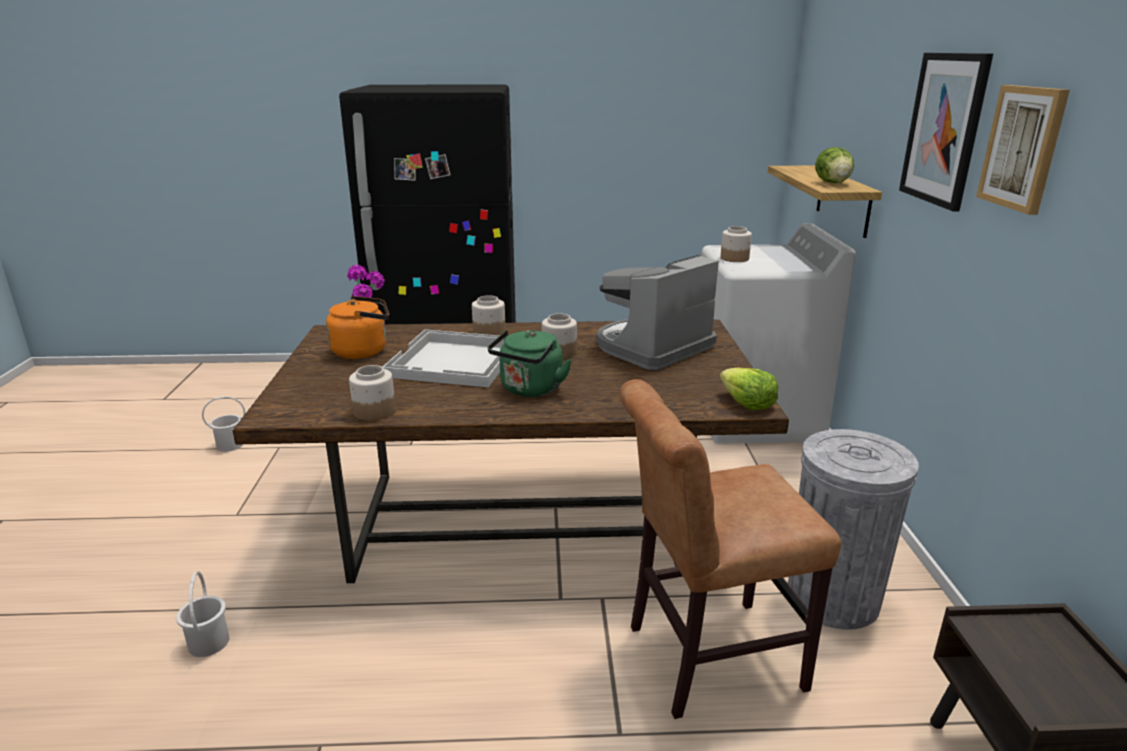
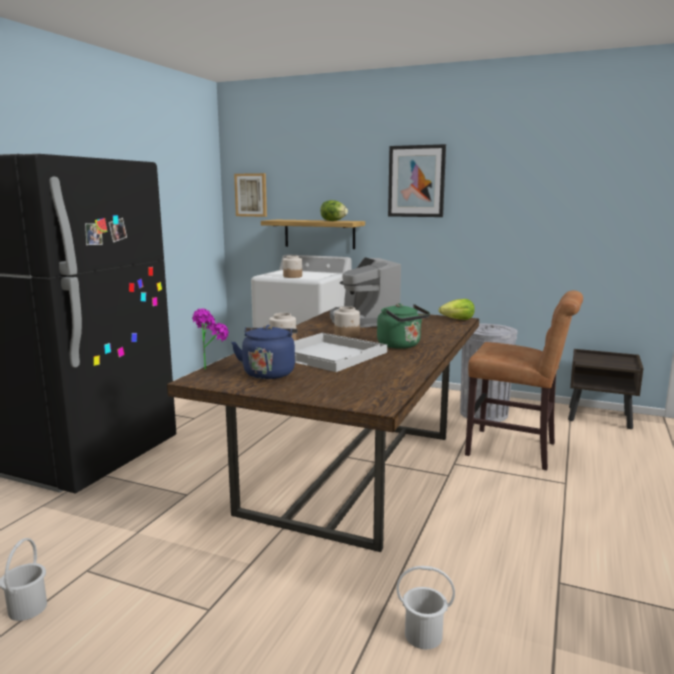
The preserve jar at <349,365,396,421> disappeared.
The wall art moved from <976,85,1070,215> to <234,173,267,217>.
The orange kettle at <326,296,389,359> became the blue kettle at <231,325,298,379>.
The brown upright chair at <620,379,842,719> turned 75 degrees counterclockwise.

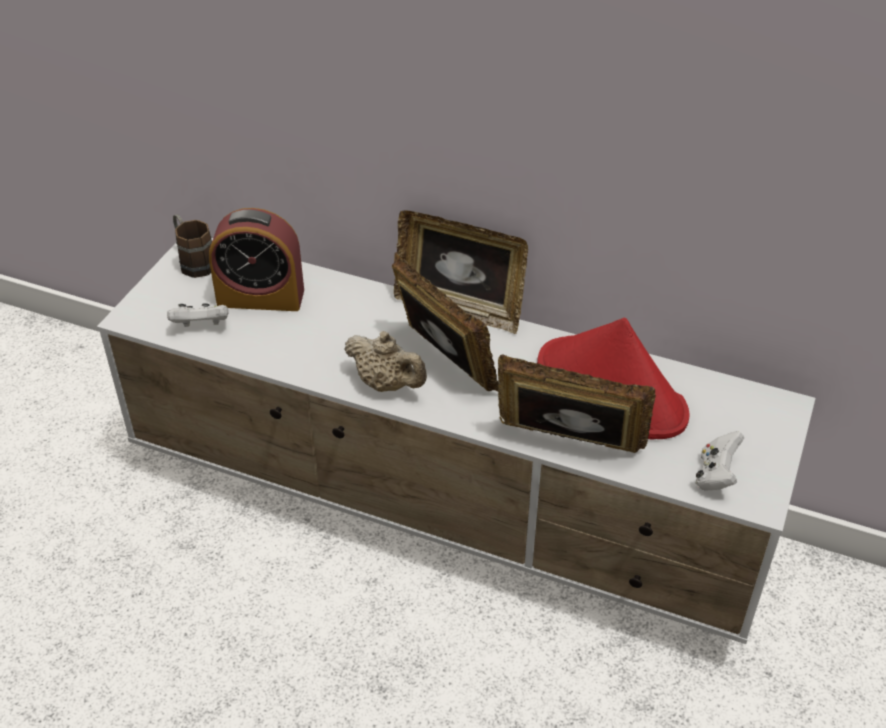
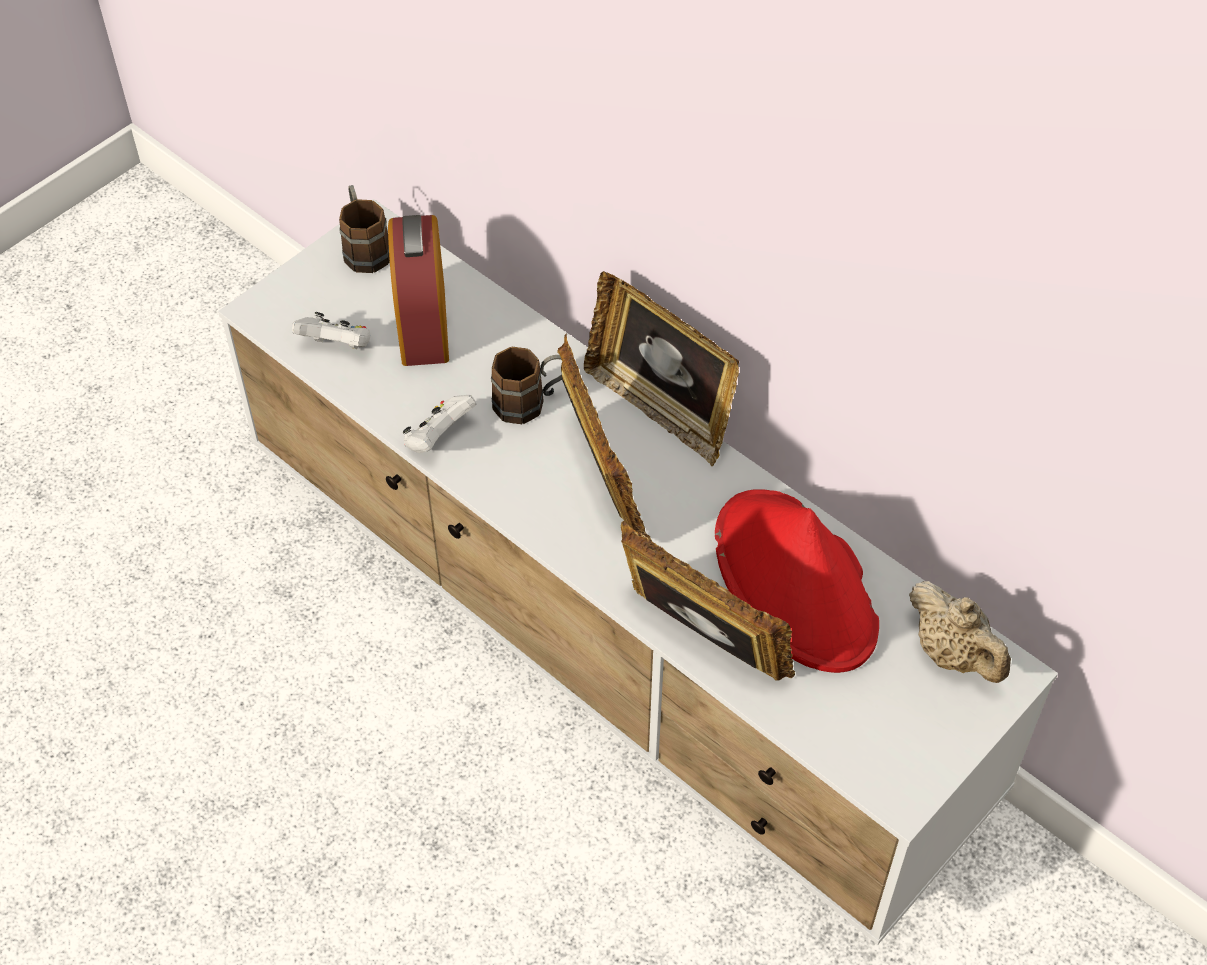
The brown tea mug at <491,347,562,424> appeared.
The sand-coloured tea pot moved from <344,331,427,392> to <909,581,1011,683>.
The white-coloured game controller moved from <695,431,744,491> to <403,395,476,453>.
The alarm clock at <209,208,304,311> turned 60 degrees clockwise.

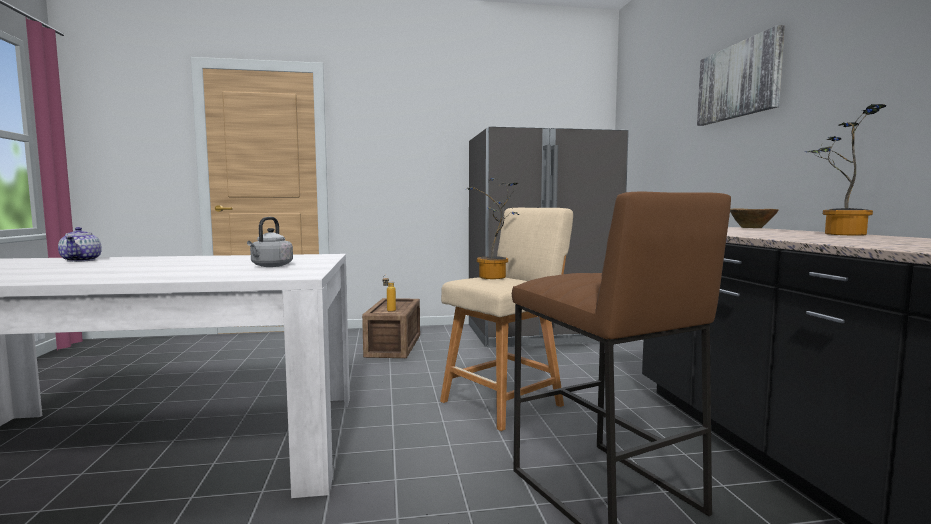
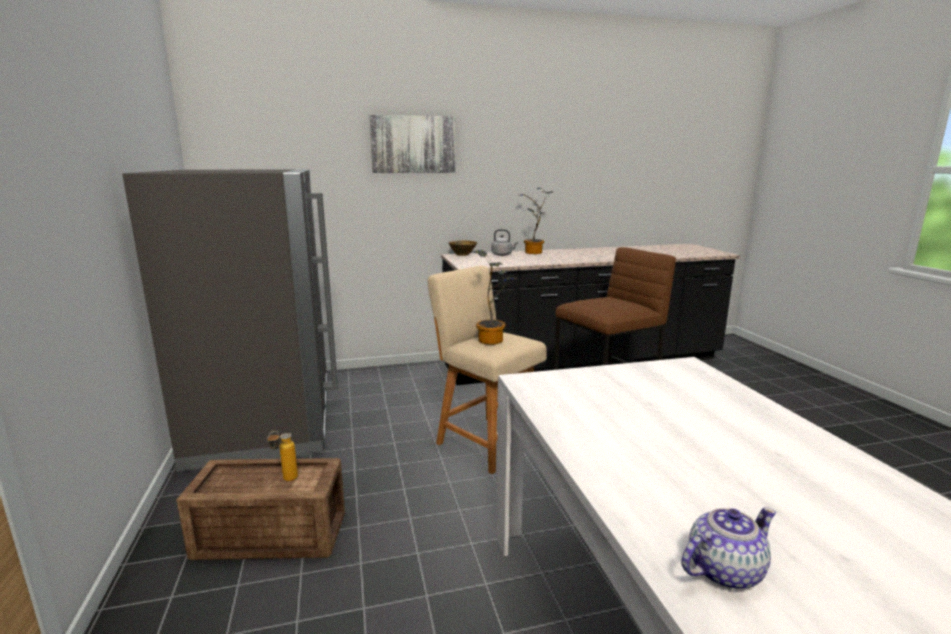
The greyish kettle moved from <247,217,293,267> to <492,229,518,256>.

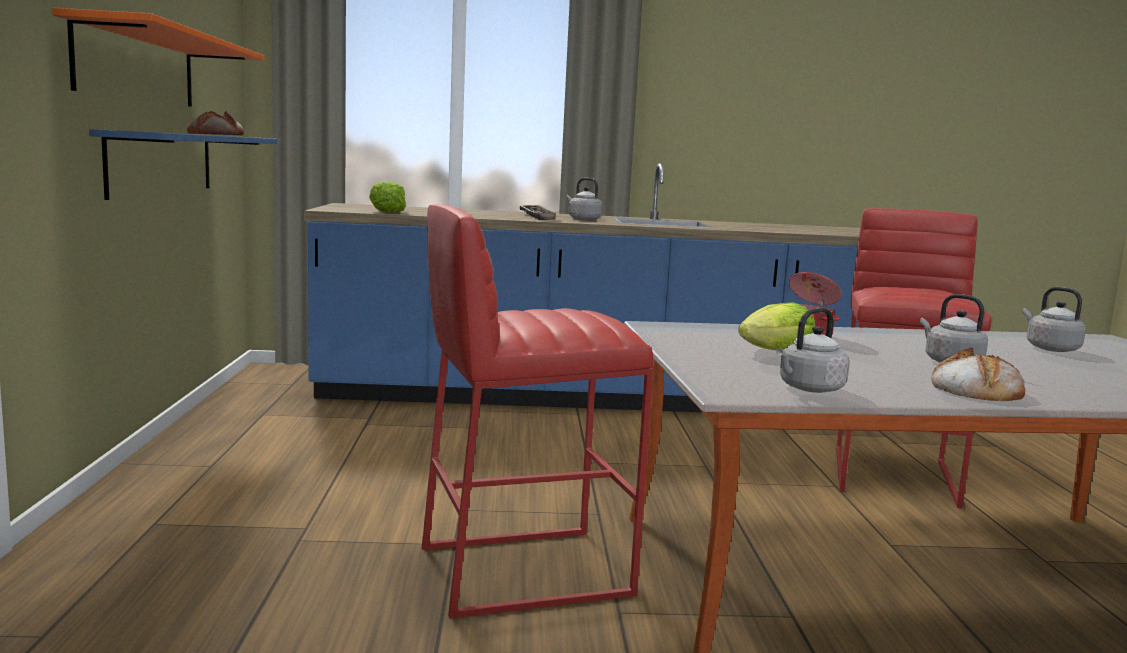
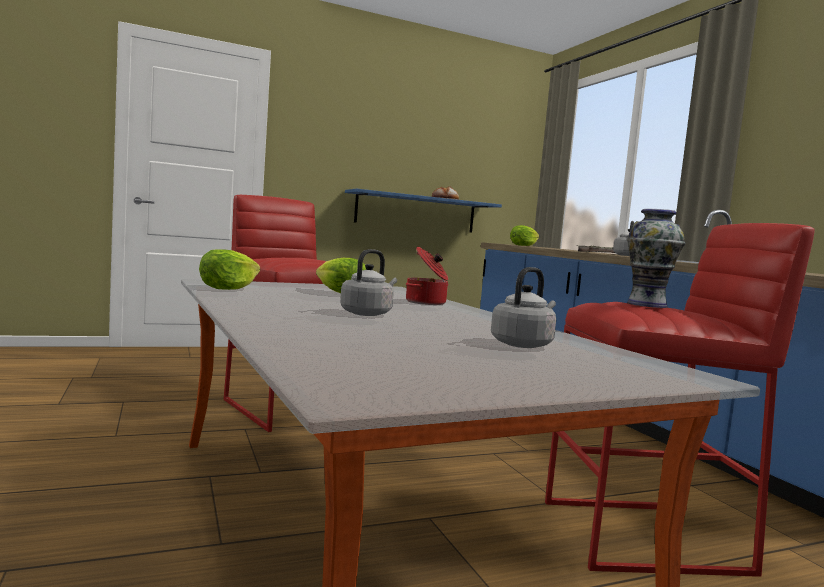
The orange wall shelf at <52,8,265,107> disappeared.
The bakery bread at <932,347,1025,401> disappeared.
The flower vase at <627,209,685,308> appeared.
The greyish kettle at <776,307,850,393> was replaced by the head of lettuce at <199,249,260,290>.

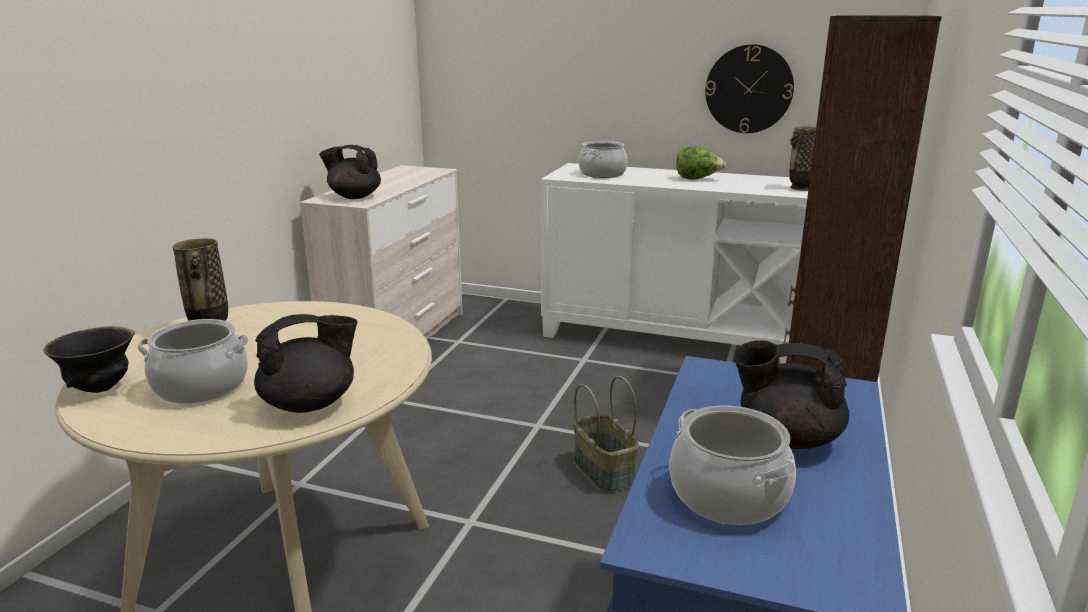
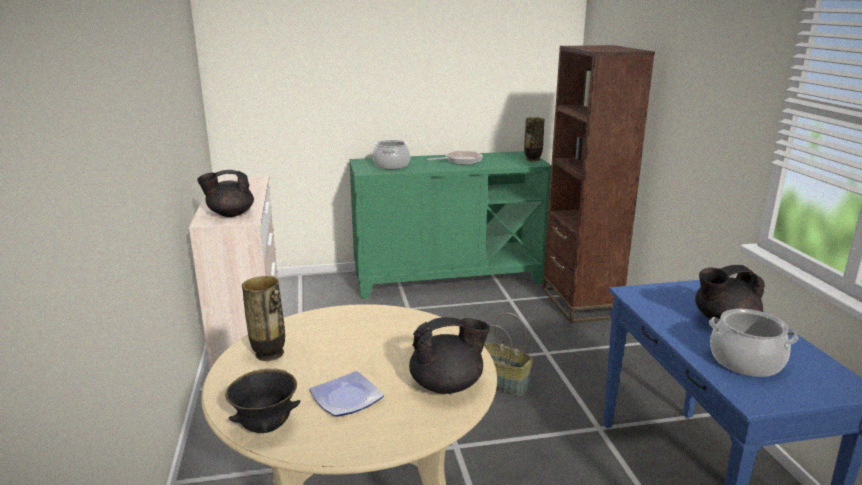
The hanging clock at <705,44,794,133> disappeared.
The cooking pot at <137,319,249,404> was replaced by the dinner plate at <310,371,384,417>.
The head of lettuce at <676,146,726,180> was replaced by the skillet at <427,151,483,165>.
The white-coloured cupboard at <541,163,808,364> became the green-coloured cupboard at <349,151,551,299>.
The black-coloured tea pot at <254,314,358,413> turned 45 degrees clockwise.

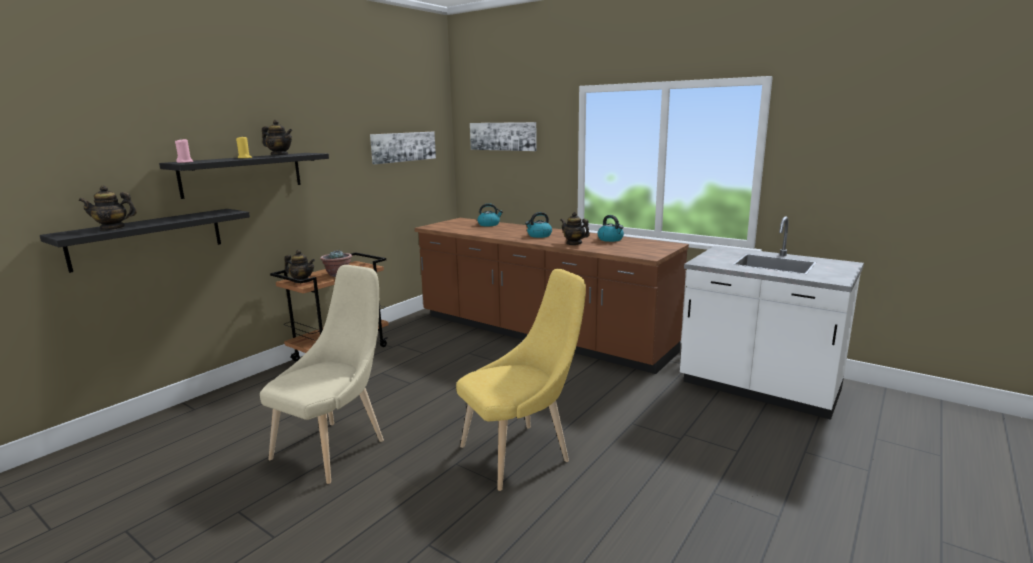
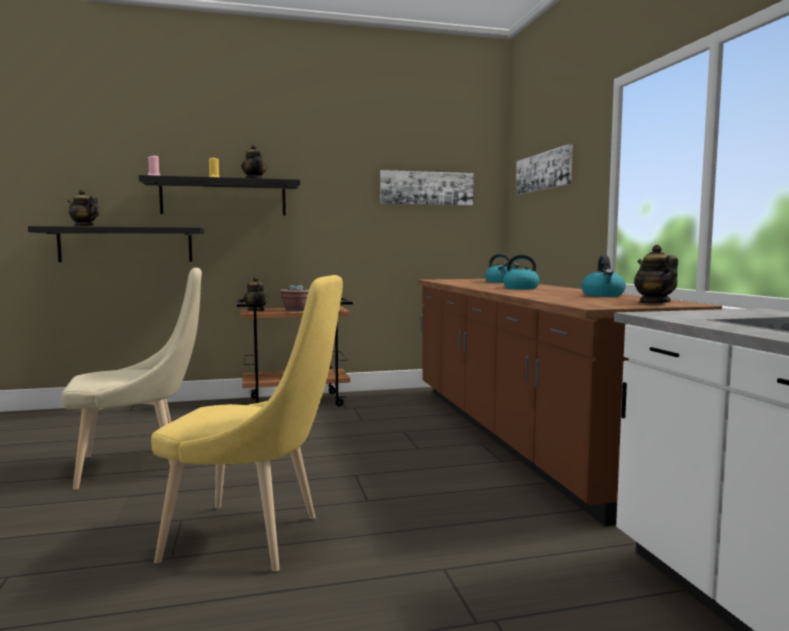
The tea pot moved from <560,212,590,245> to <634,245,678,304>.

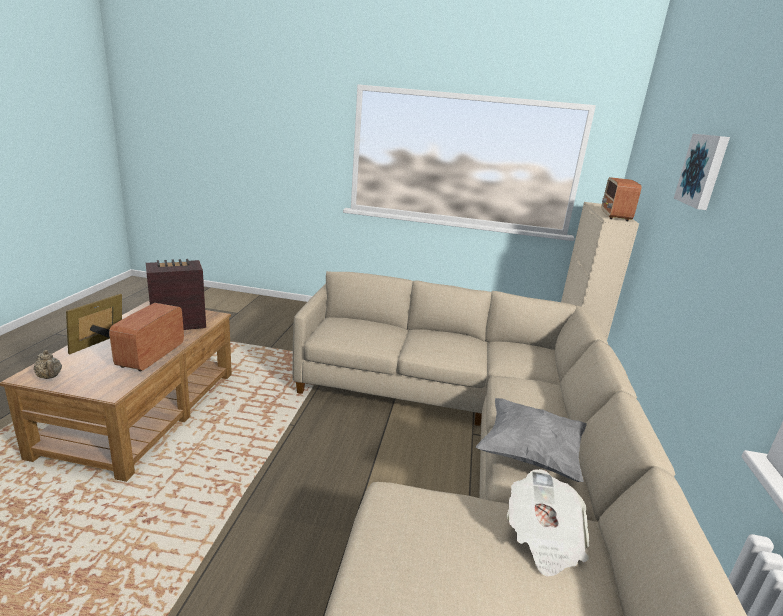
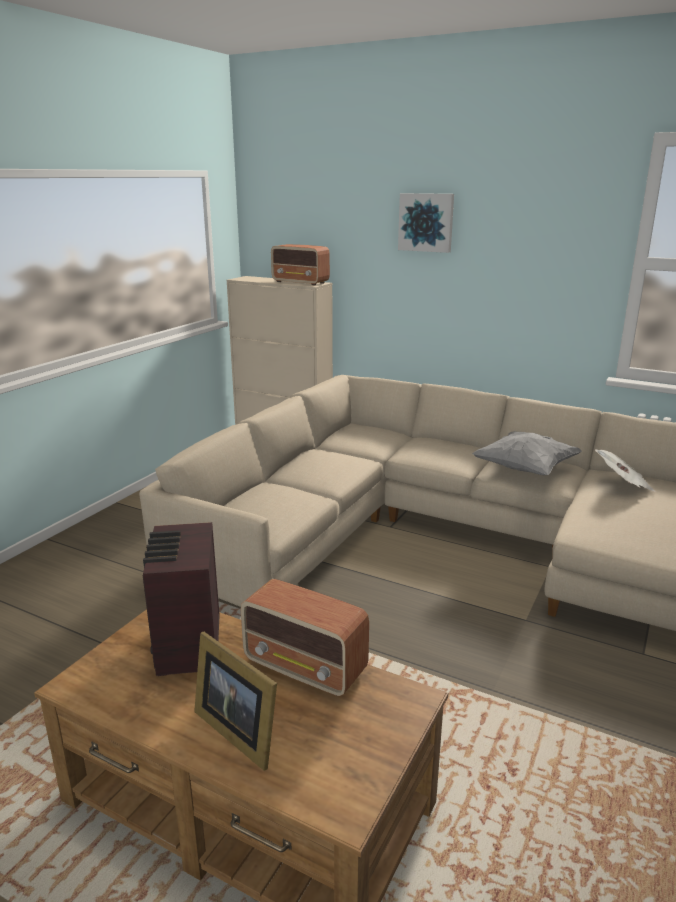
The sand-coloured tea pot at <33,350,62,379> disappeared.

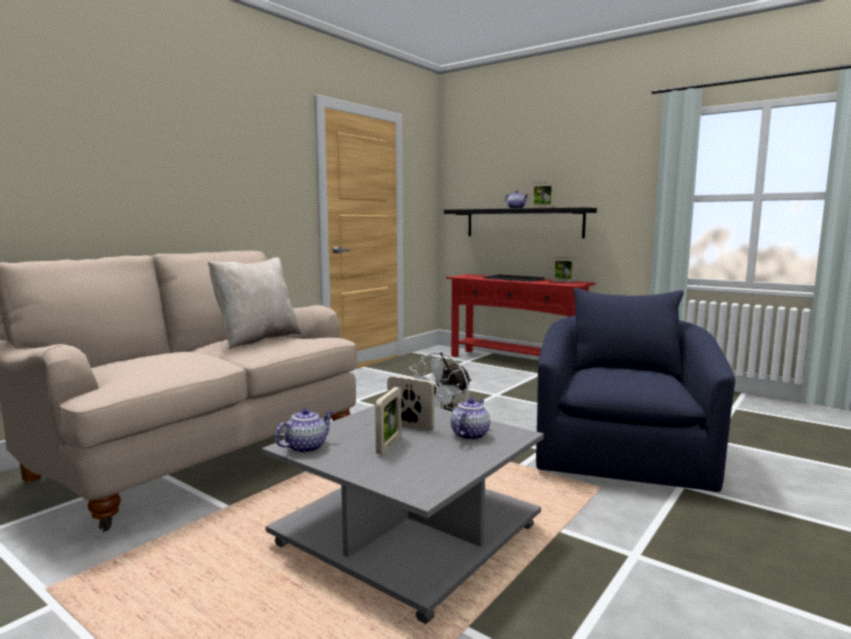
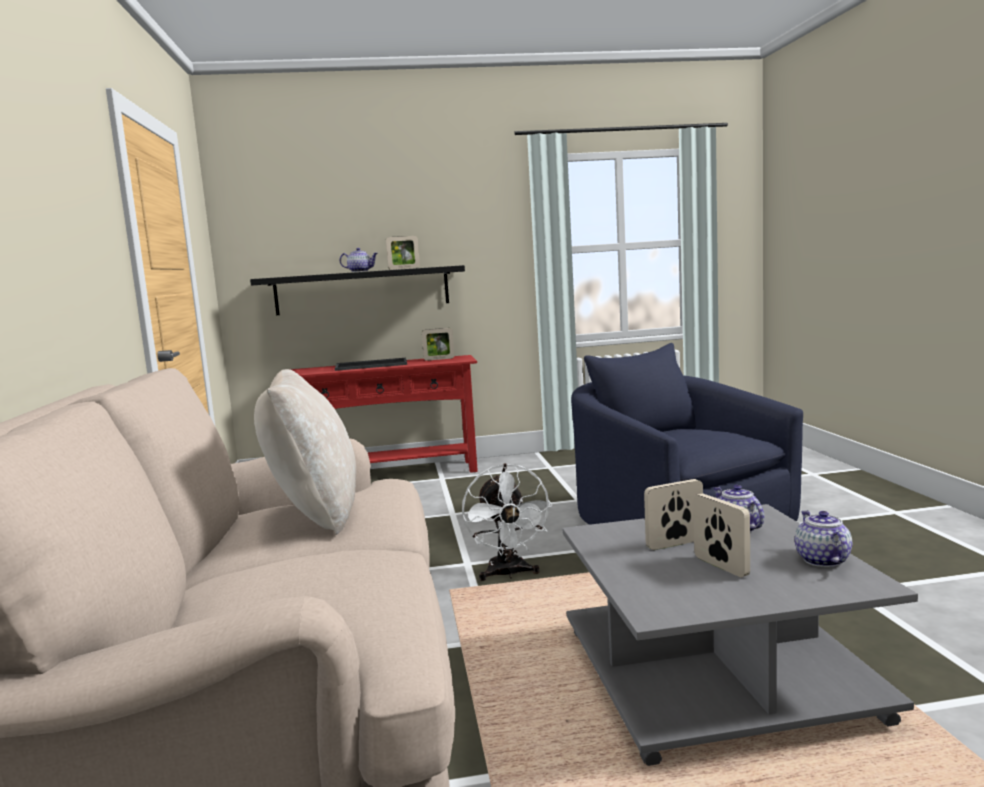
The tea pot moved from <275,408,334,453> to <795,511,852,567>.

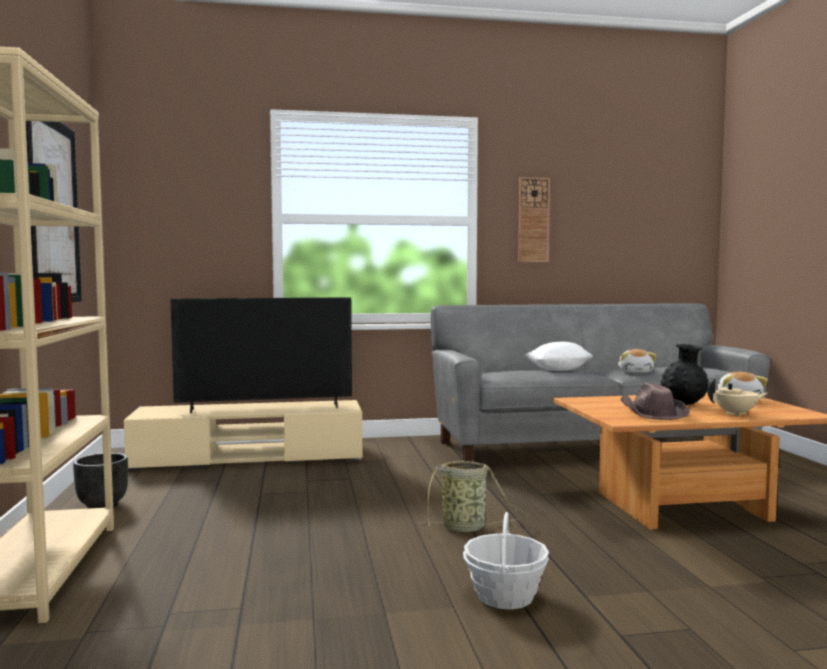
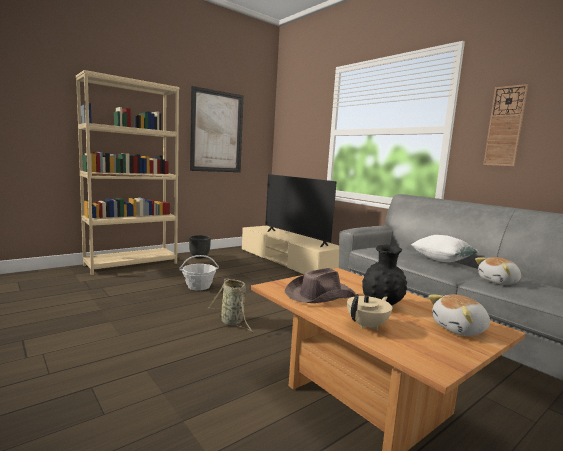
The basket moved from <463,512,549,609> to <179,255,219,290>.
The sand-coloured tea pot at <707,379,767,416> turned 105 degrees counterclockwise.

